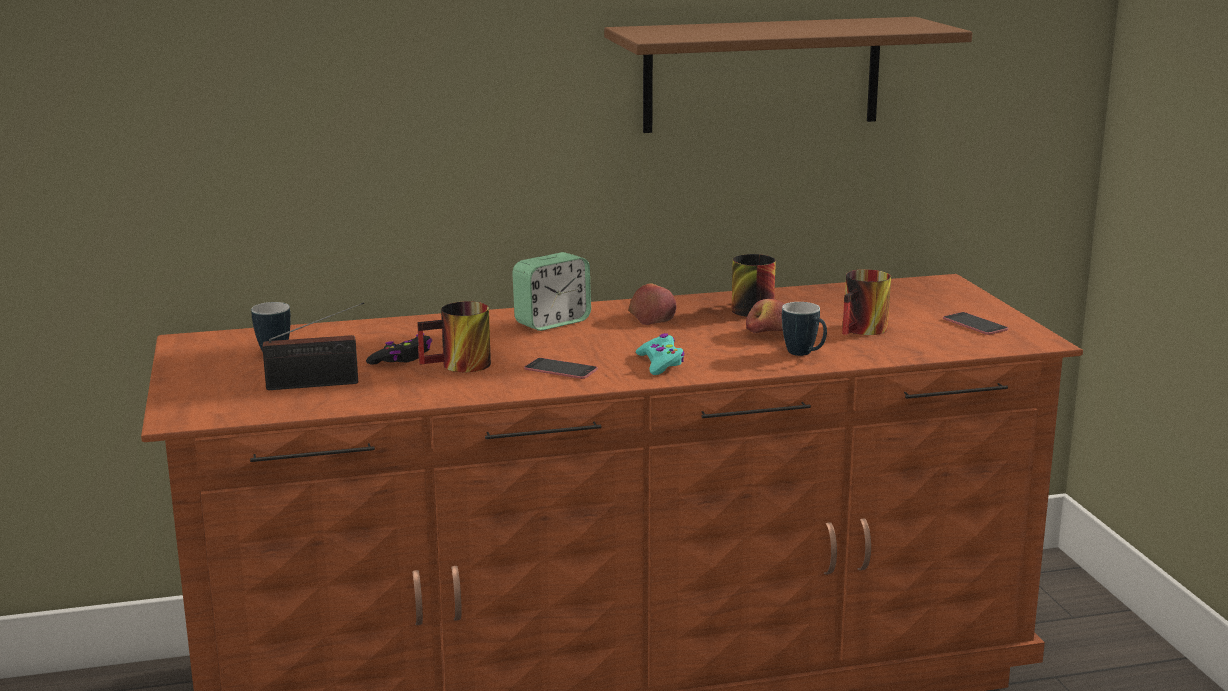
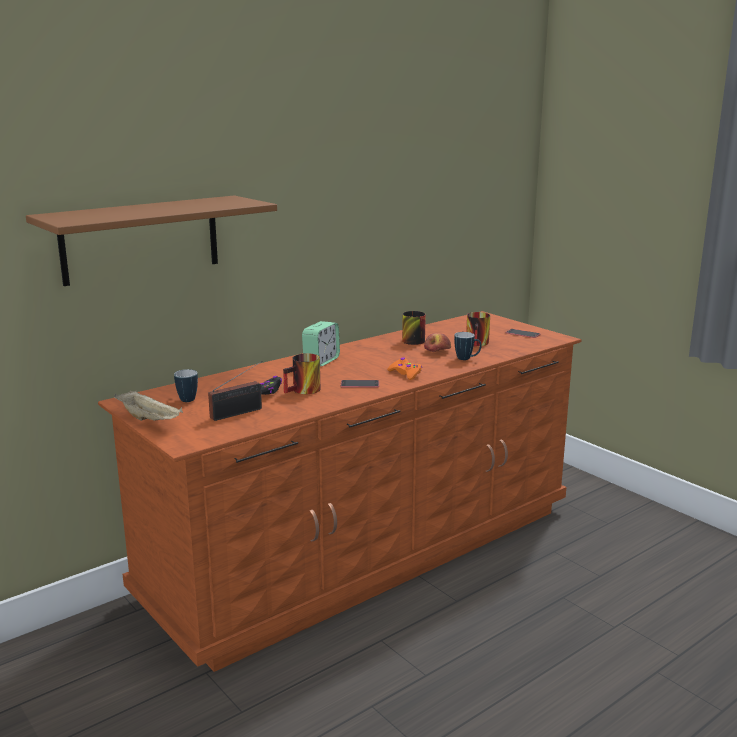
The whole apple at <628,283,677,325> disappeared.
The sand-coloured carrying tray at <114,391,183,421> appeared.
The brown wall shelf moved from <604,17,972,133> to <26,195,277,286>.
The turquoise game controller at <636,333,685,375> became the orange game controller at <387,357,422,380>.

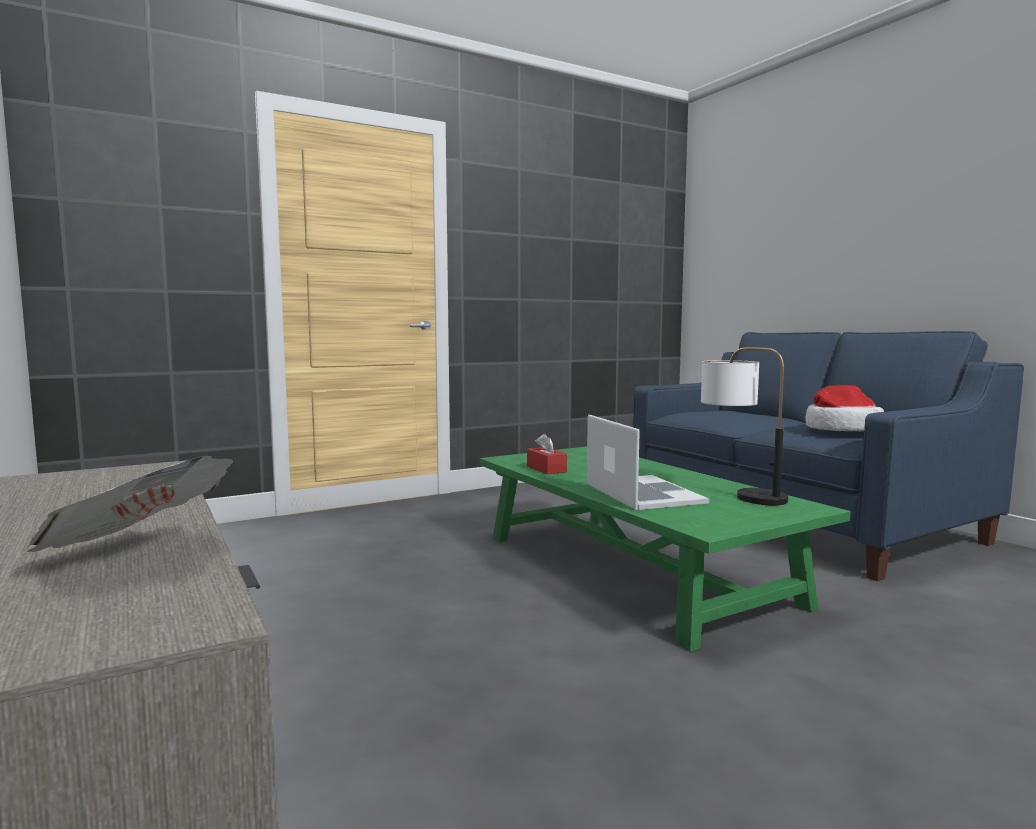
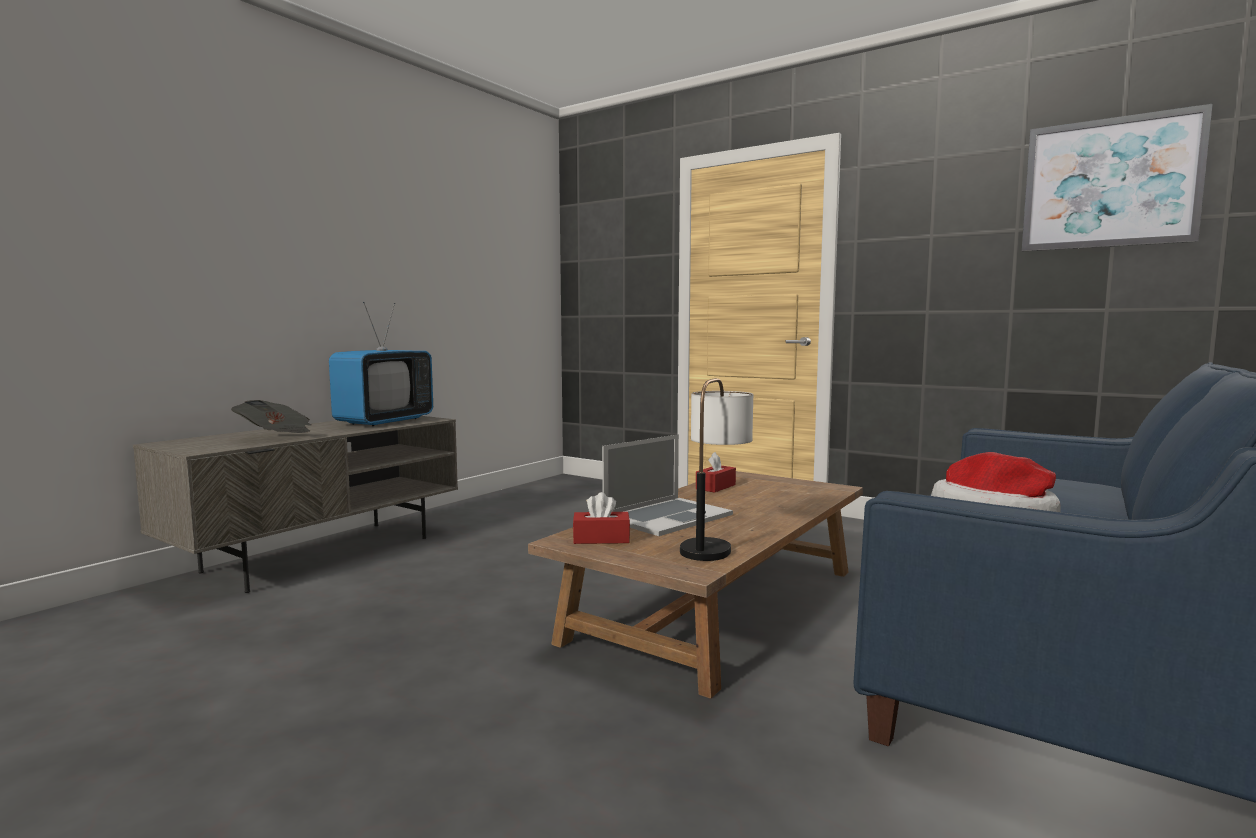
The TV set at <329,302,433,426> appeared.
The red tissue holder at <573,492,630,544> appeared.
The wall art at <1022,104,1213,251> appeared.
The green-coloured coffee table at <480,446,851,652> became the brown coffee table at <528,471,863,699>.

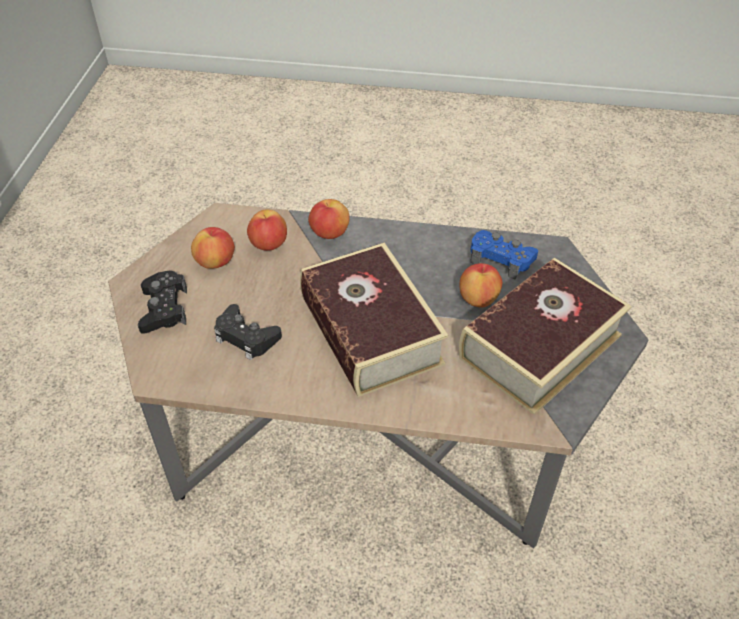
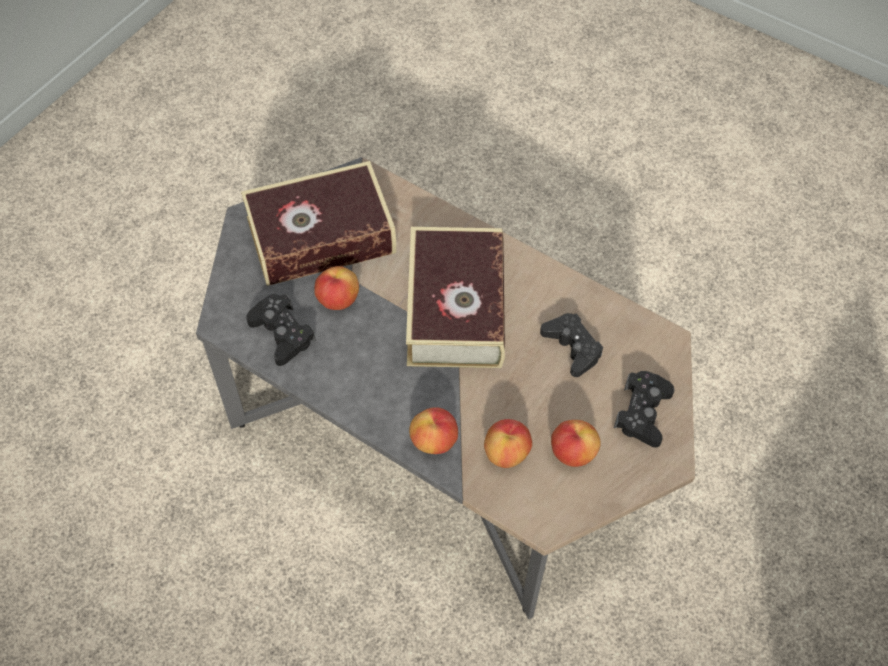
The blue game controller at <470,230,538,279> became the black-coloured game controller at <247,294,316,366>.

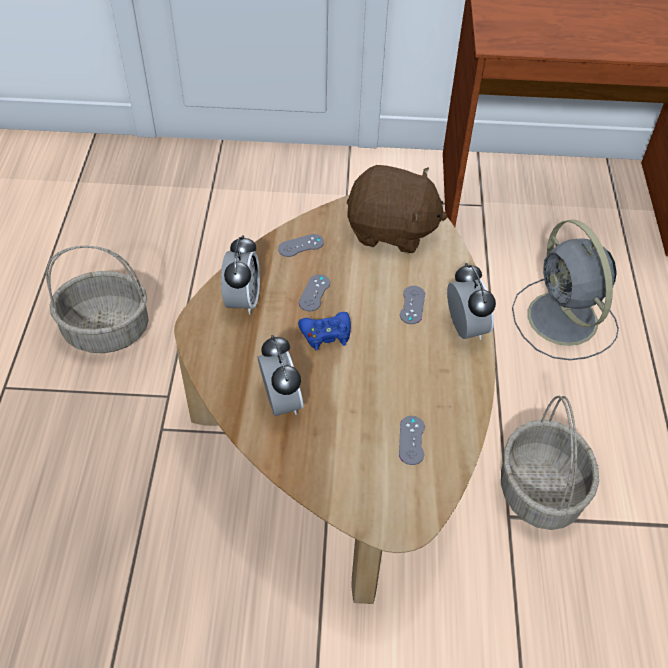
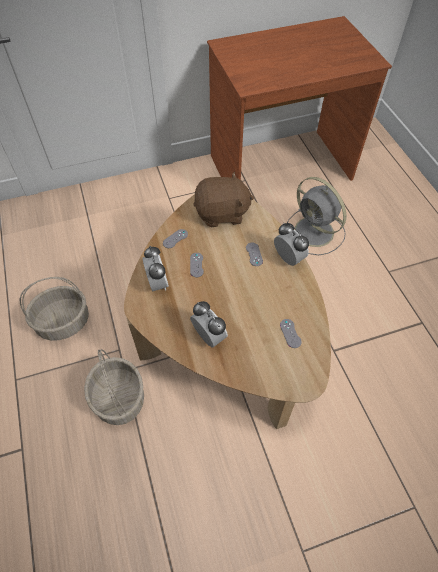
The blue game controller at <298,312,351,350> disappeared.
The basket moved from <501,396,599,530> to <84,349,144,425>.

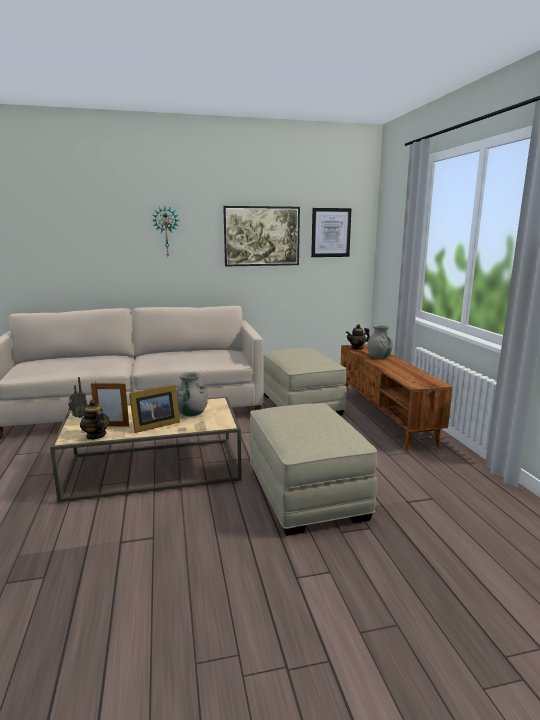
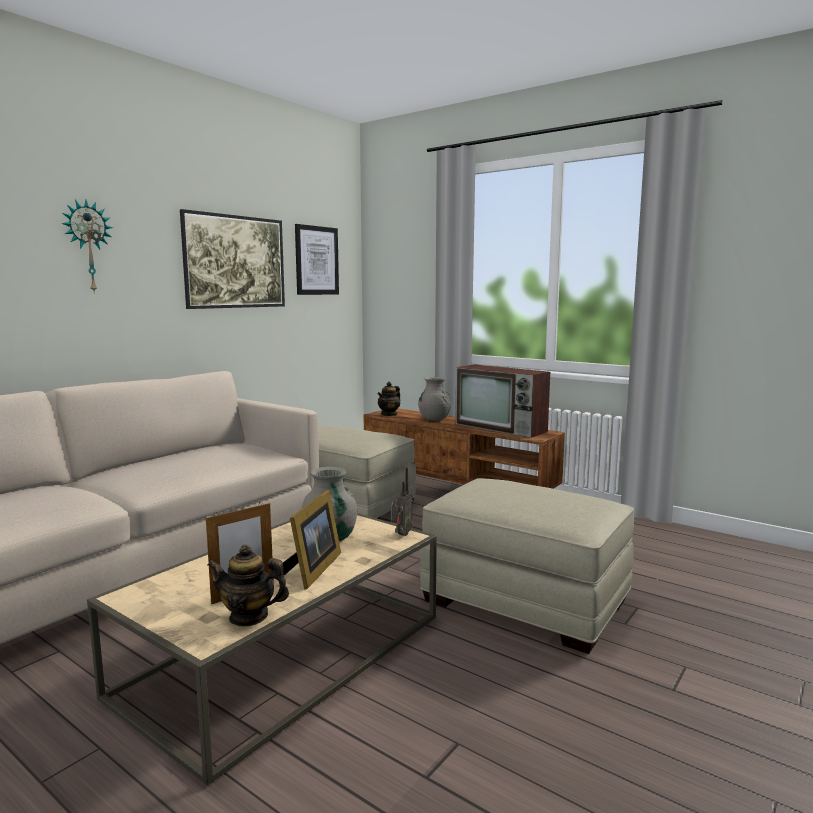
The TV set at <455,364,550,438> appeared.
The radio moved from <68,377,87,418> to <391,467,413,536>.

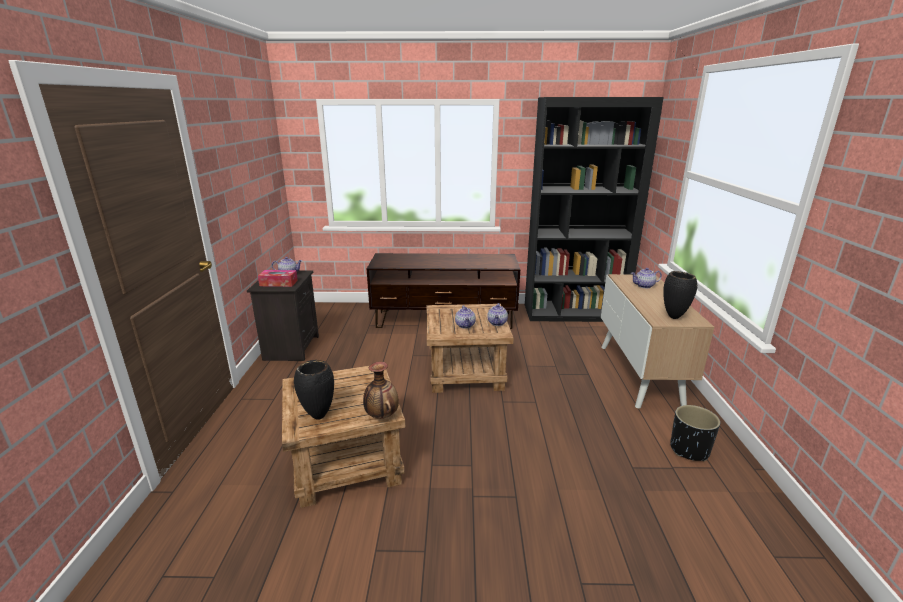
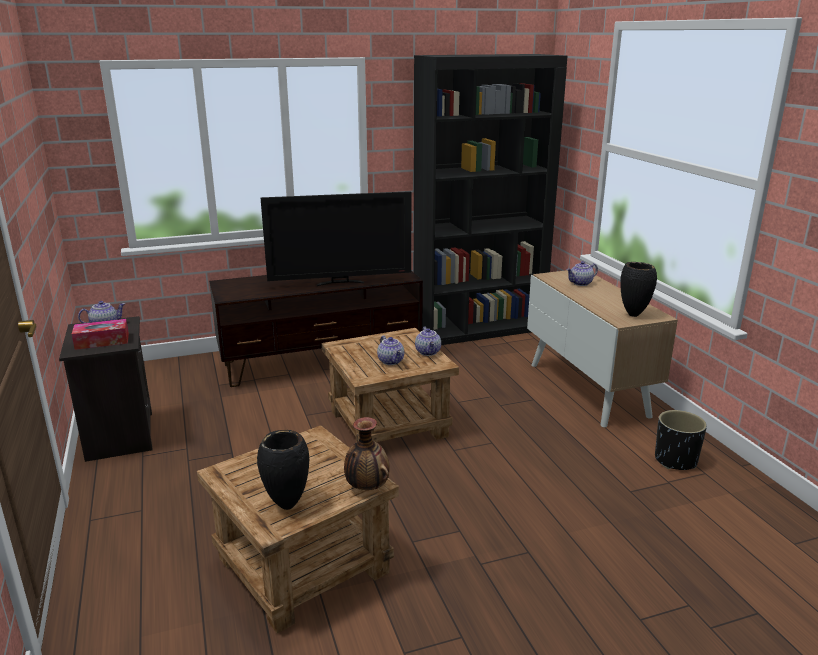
The TV set at <260,191,411,286> appeared.

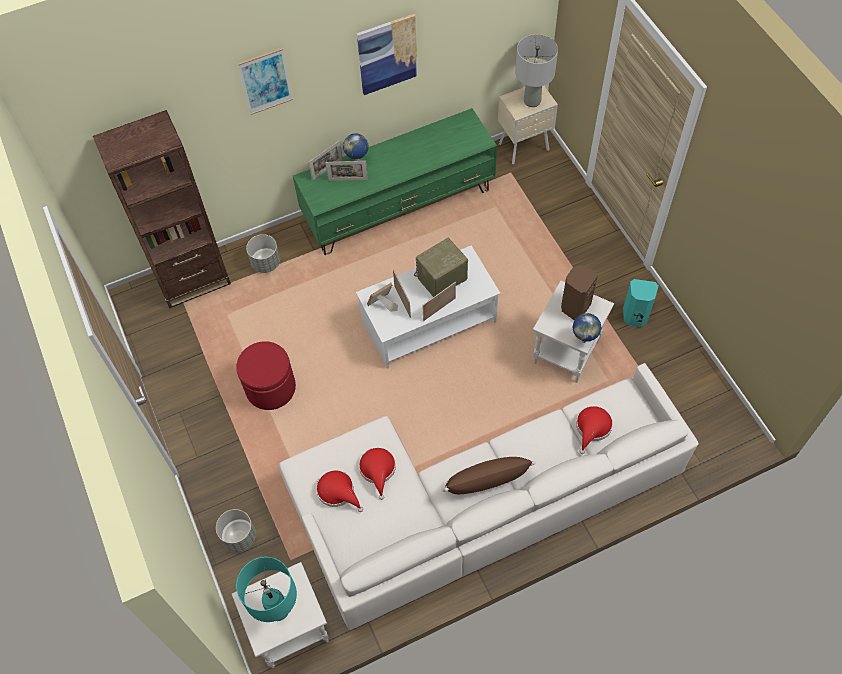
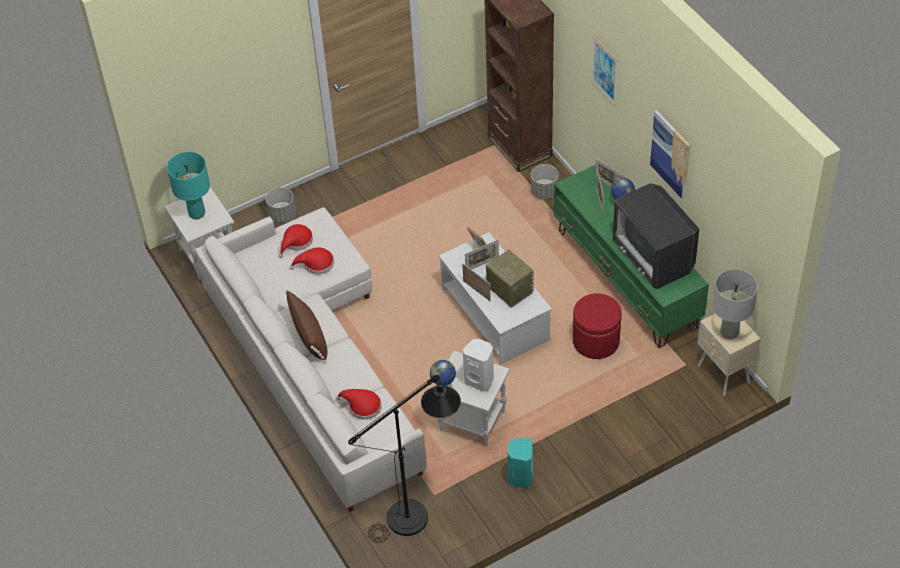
The black-coloured standard lamp at <348,375,461,543> appeared.
The TV set at <613,183,700,290> appeared.
The red ottoman moved from <236,341,296,410> to <573,294,622,359>.
The brown audio speaker at <561,265,598,320> became the white-coloured audio speaker at <463,339,494,392>.

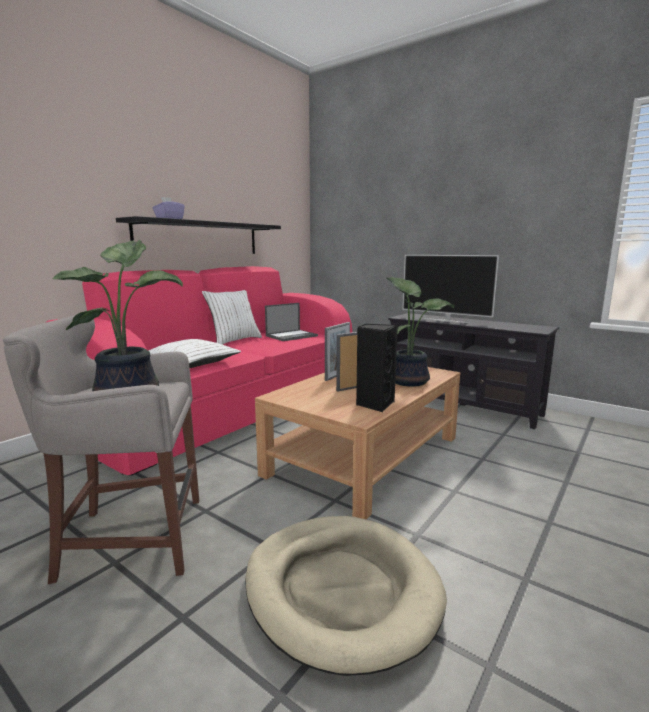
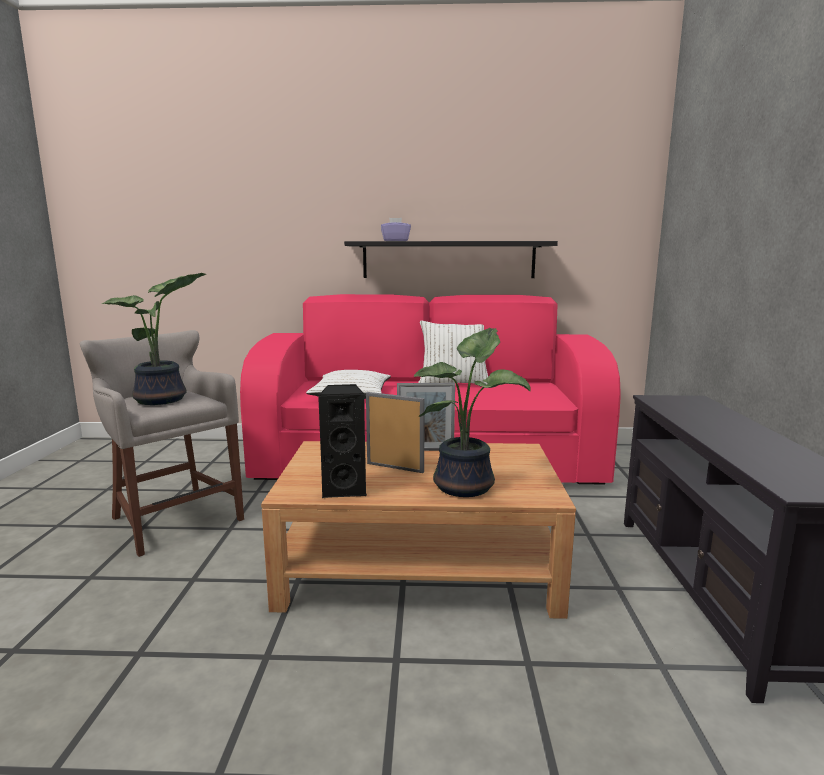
The sand-coloured dog cushion at <245,516,447,676> disappeared.
The notebook computer at <265,303,318,341> disappeared.
The TV set at <403,255,499,323> disappeared.

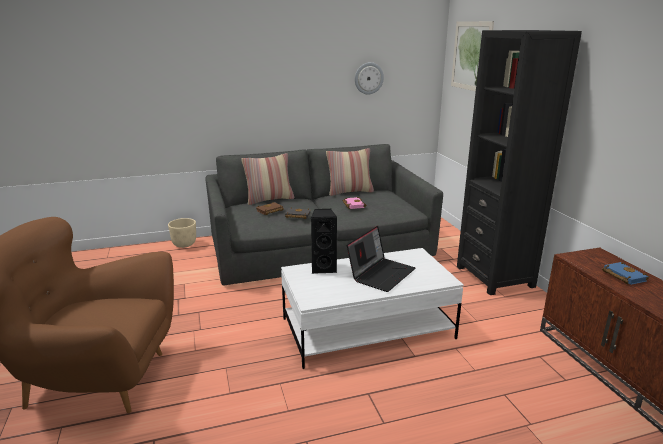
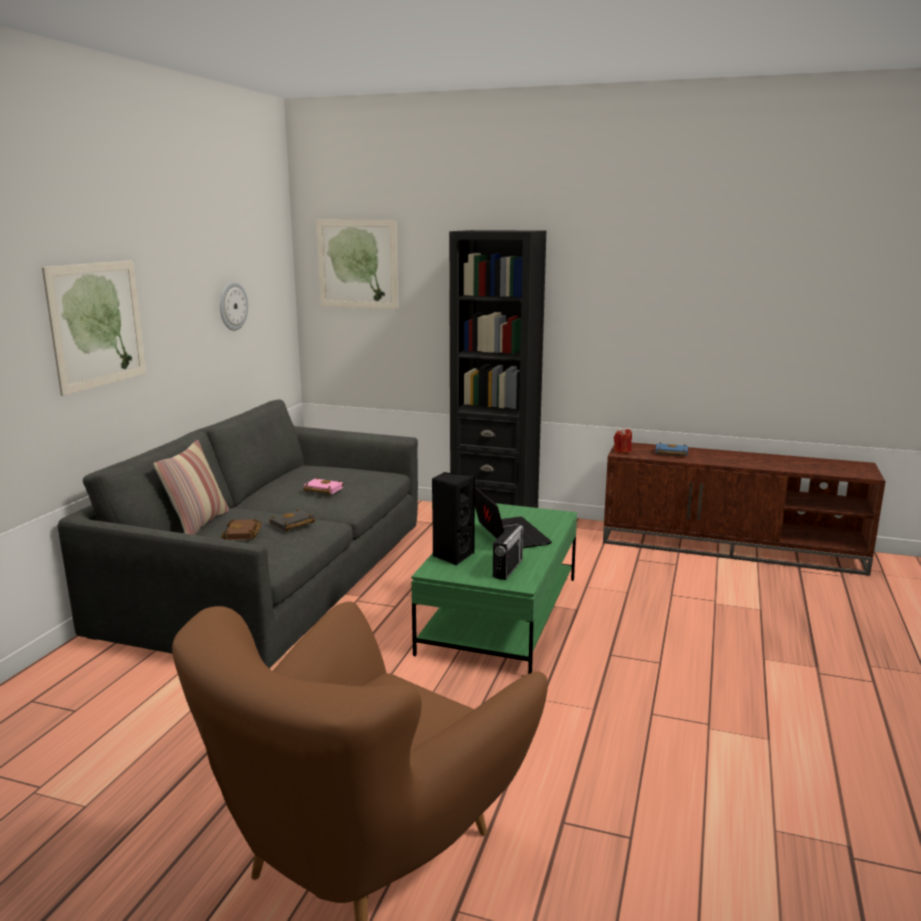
The sand-coloured planter at <168,218,196,248> disappeared.
The throw pillow at <326,148,374,196> disappeared.
The wall art at <42,260,146,396> appeared.
The radio at <493,524,524,580> appeared.
The red wax light at <614,428,632,453> appeared.
The white-coloured coffee table at <281,248,464,369> became the green-coloured coffee table at <411,503,577,674>.

